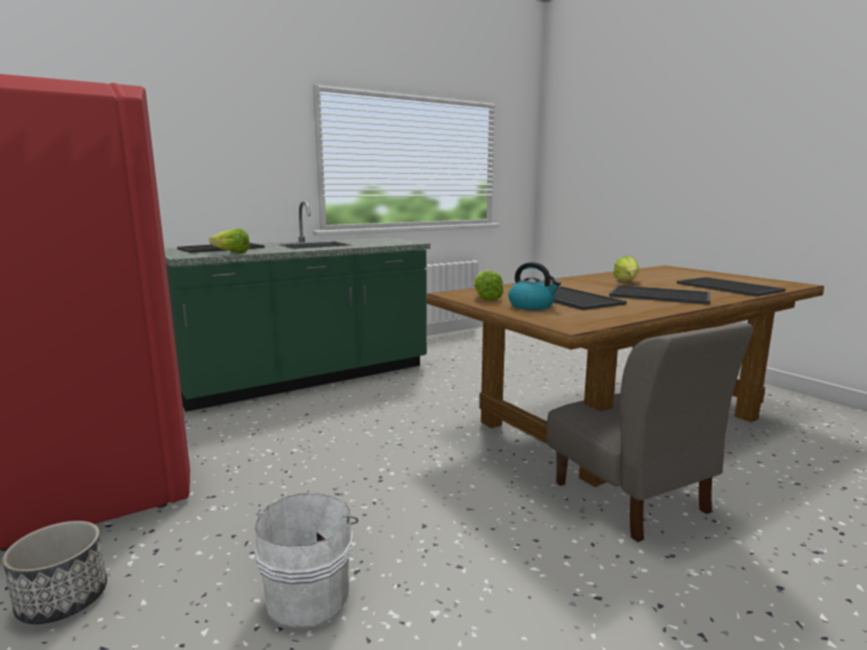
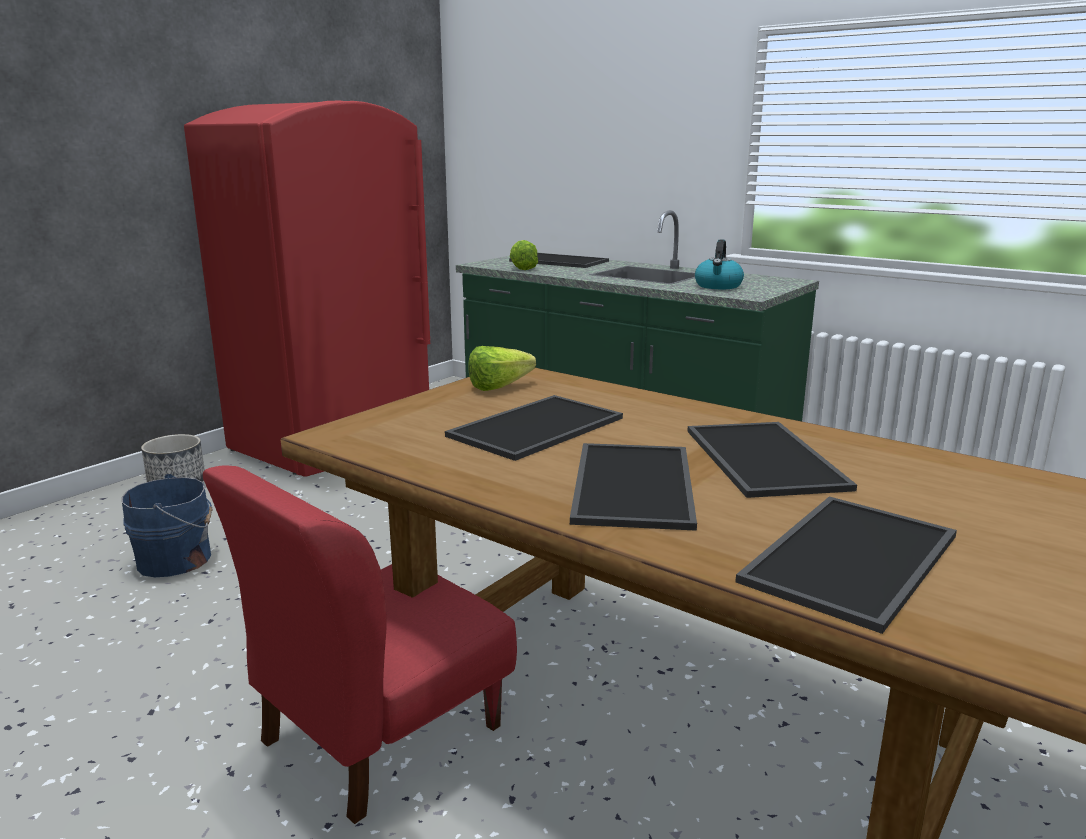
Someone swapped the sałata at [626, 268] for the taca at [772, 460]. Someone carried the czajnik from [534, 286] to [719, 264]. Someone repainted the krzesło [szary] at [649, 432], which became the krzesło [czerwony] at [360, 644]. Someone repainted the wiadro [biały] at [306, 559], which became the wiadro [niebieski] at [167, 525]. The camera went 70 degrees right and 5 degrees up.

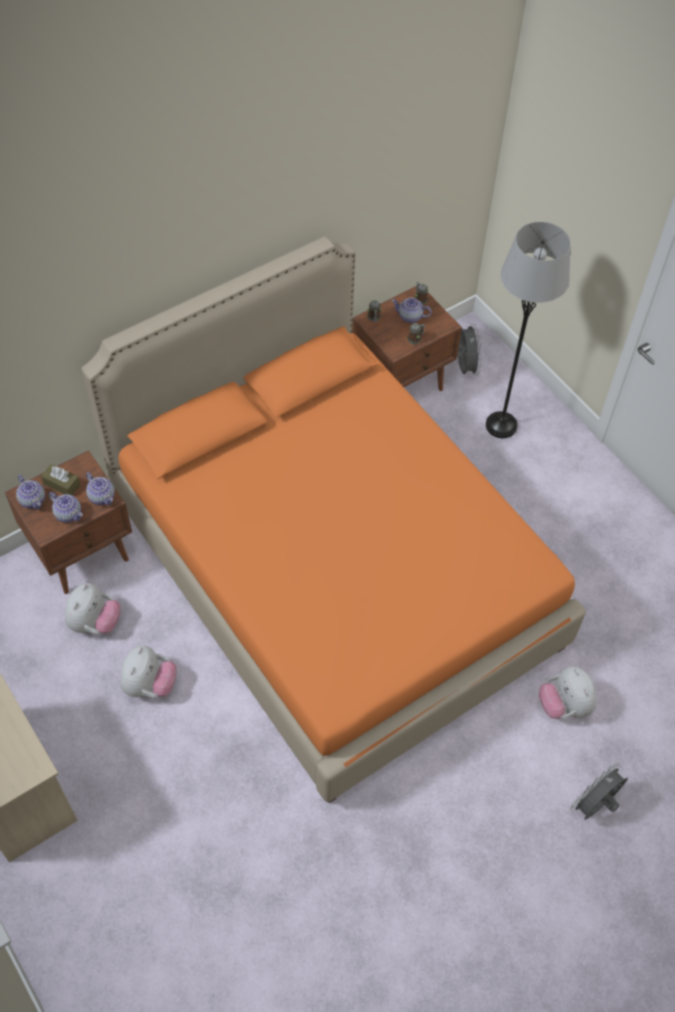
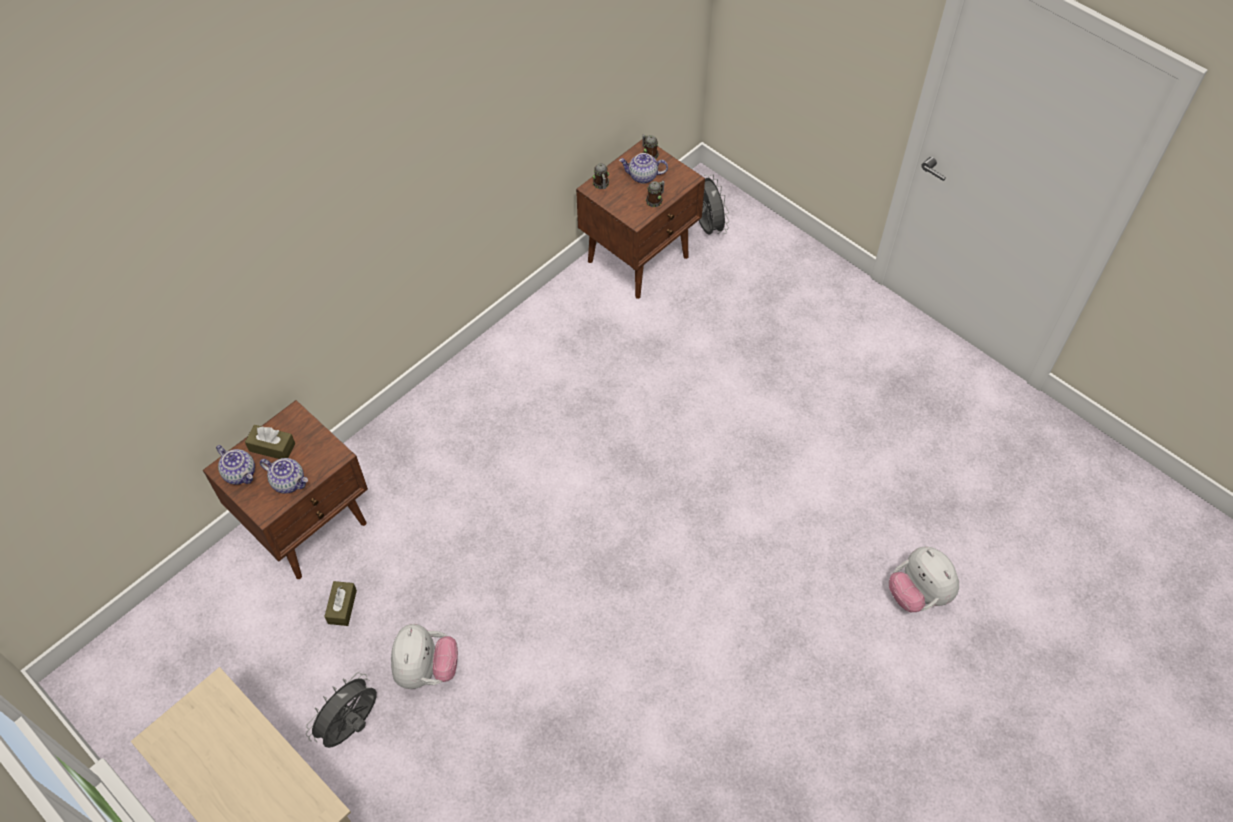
Someone took away the lampa stojąca [szary] at [528, 330]. Someone took away the łóżko [pomarańczowy] at [334, 519]. Someone took away the imbryk at [100, 488]. Someone swapped the pluszak at [93, 608] for the pudełko chusteczek [brązowy] at [340, 603]. Someone carried the wentylator [szary] from [599, 791] to [341, 710]. The camera went 10 degrees left and 0 degrees up.

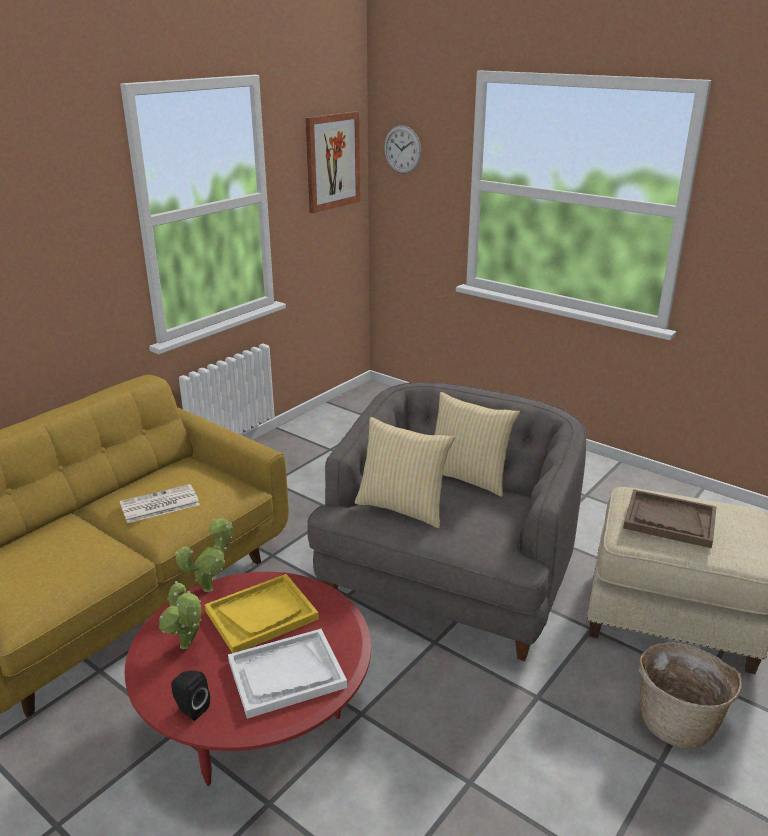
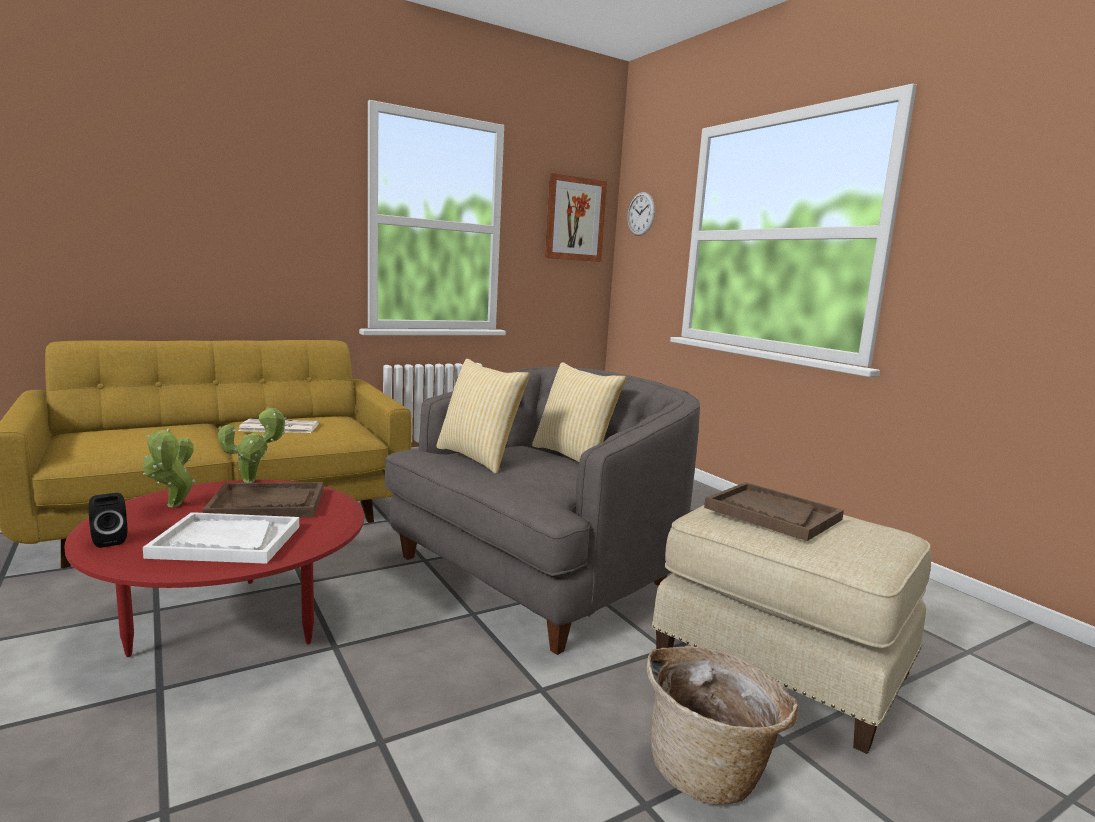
Someone repainted the taca [żółty] at [262, 613], which became the taca [brązowy] at [262, 500]. The camera went 20 degrees right and 15 degrees down.

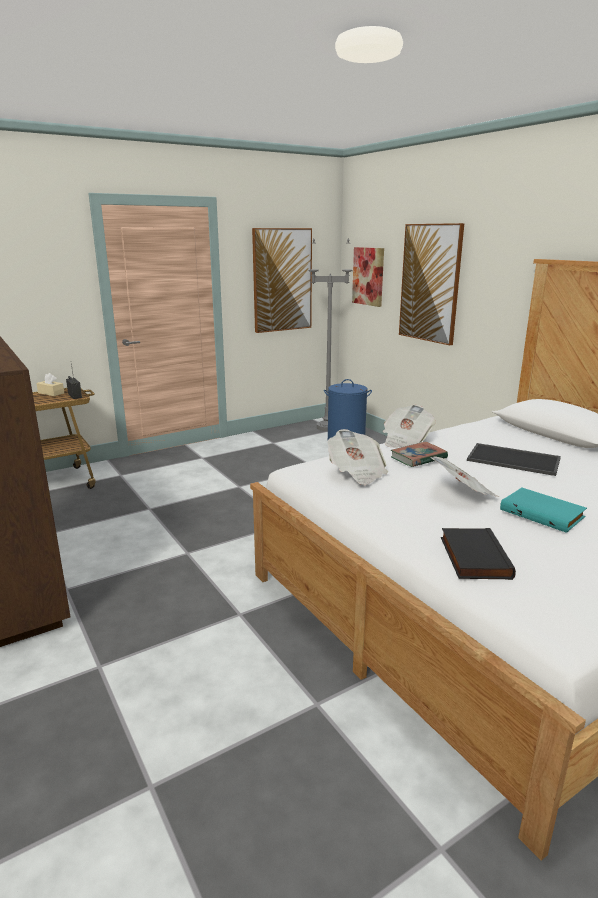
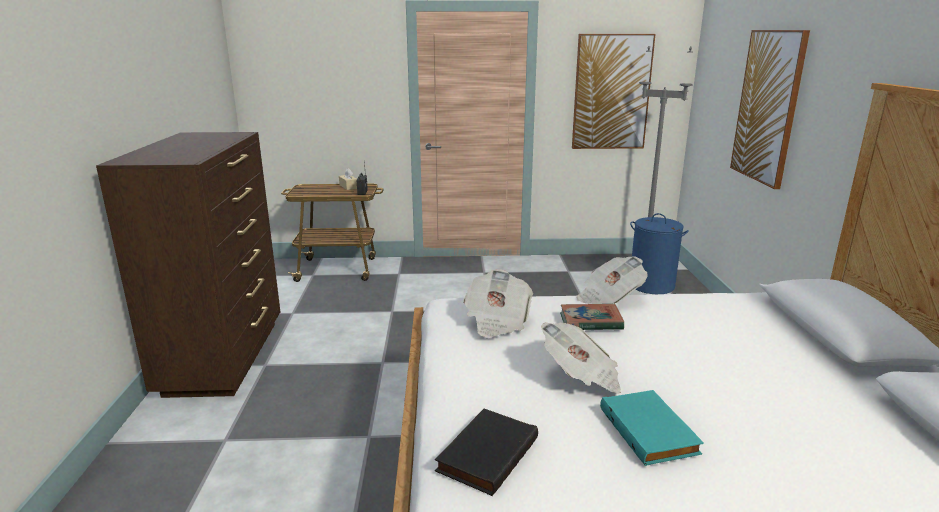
Someone took away the obraz at [368, 277]. Someone took away the taca at [514, 459]. The camera went 30 degrees right and 0 degrees up.

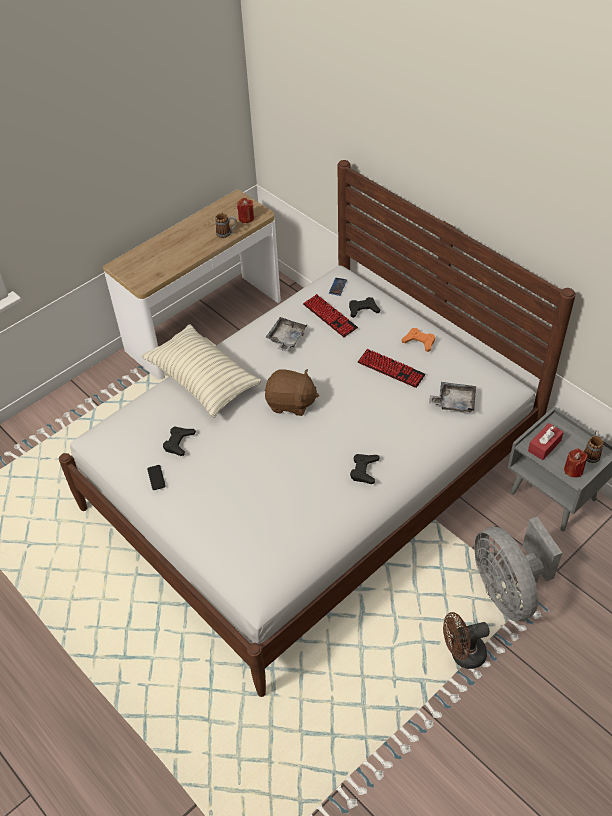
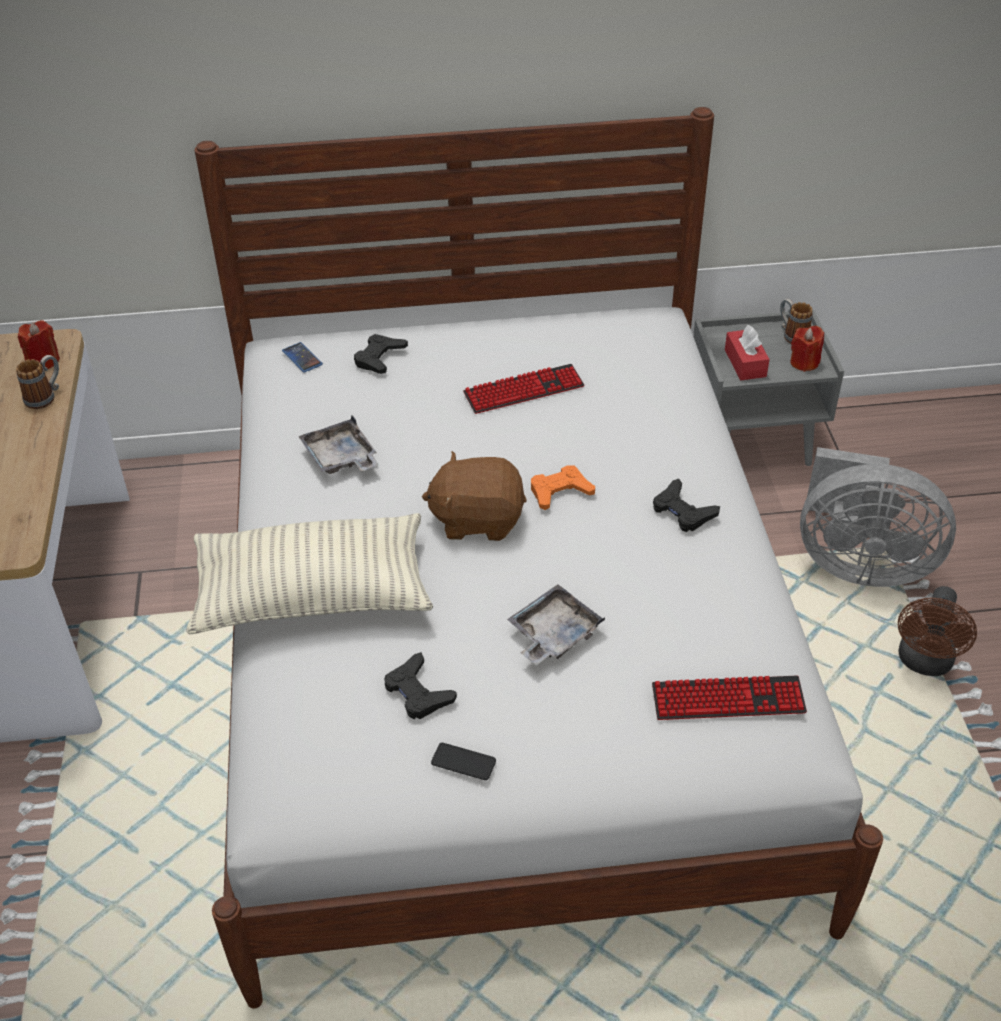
Someone carried the klawiatura from [330, 315] to [729, 698]. Someone carried the pad do gier [pomarańczowy] from [418, 340] to [563, 487]. Someone rotated the pluszak [brązowy] at [292, 392] by 135 degrees counterclockwise. Someone carried the taca [szary] from [452, 397] to [556, 624]. The camera went 55 degrees left and 5 degrees down.

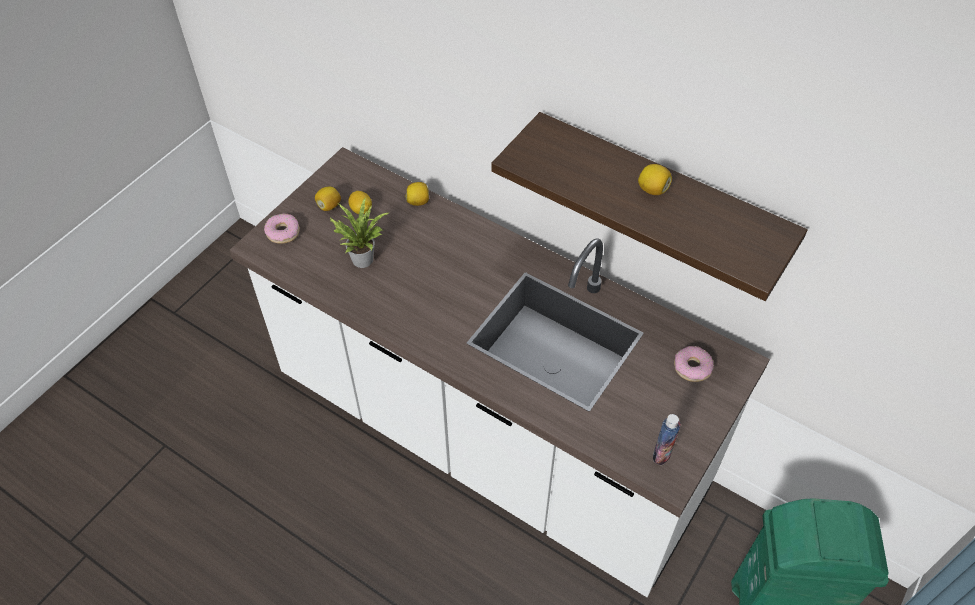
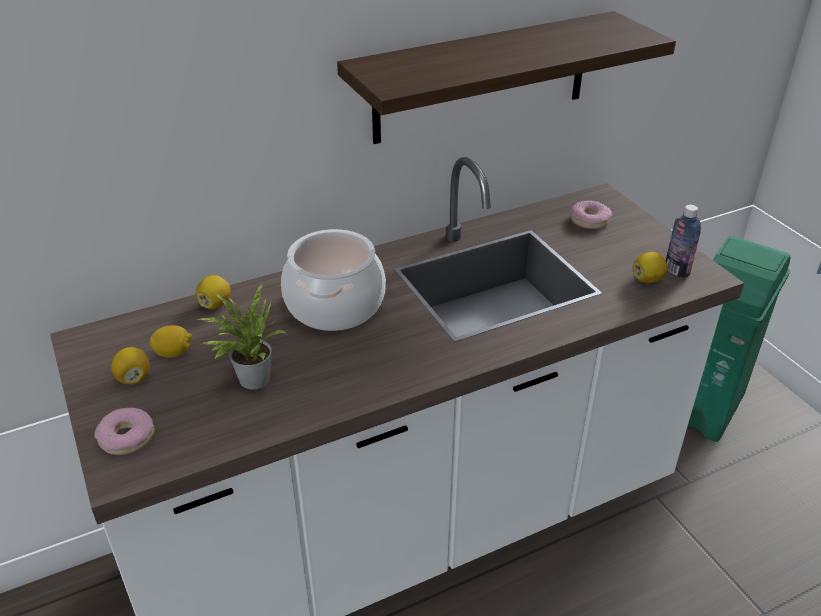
Someone carried the cytryna from [655, 179] to [650, 267]. Someone put down the garnek at [333, 280]. The camera went 60 degrees left and 15 degrees down.

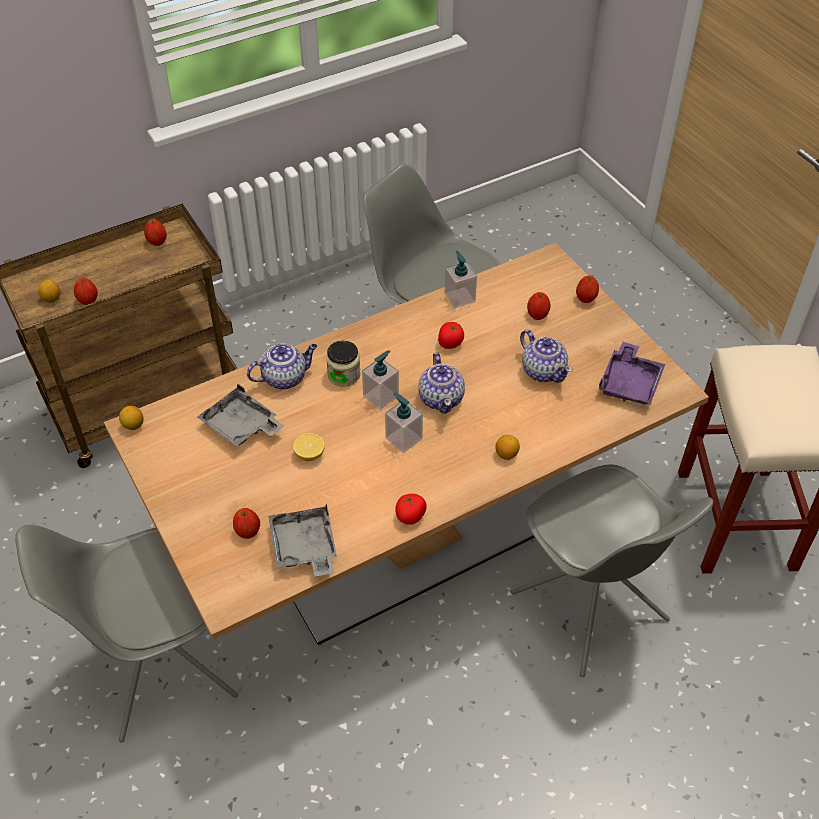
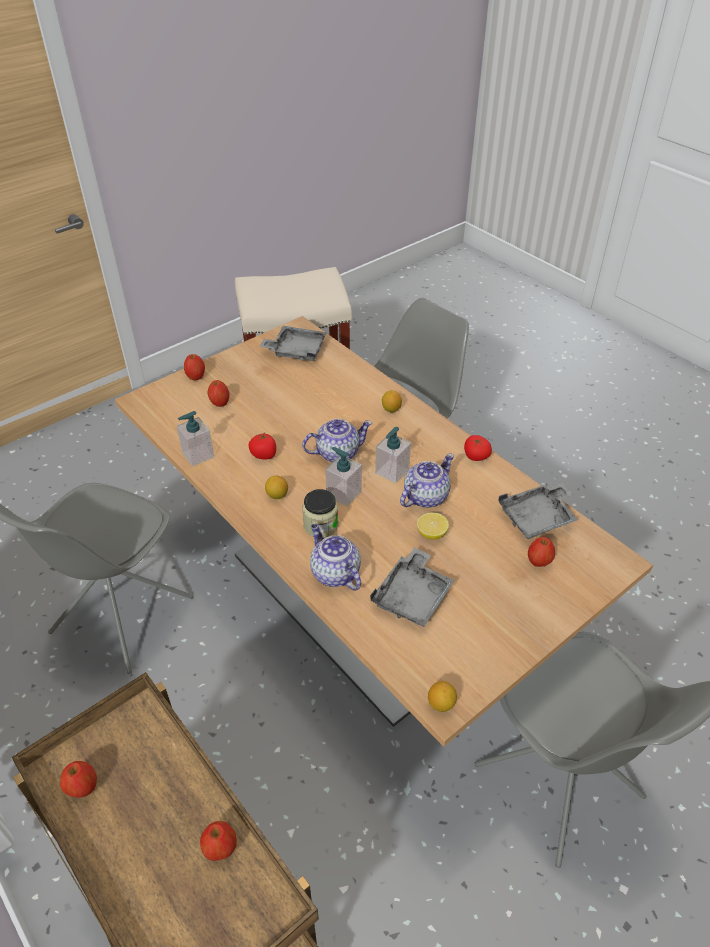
Someone carried the cytryna from [49, 291] to [276, 487]. Someone carried the imbryk from [546, 356] to [427, 481]. Someone repainted the taca [fioletowy] at [632, 373], which became the taca [szary] at [293, 343]. The camera went 100 degrees left and 5 degrees down.

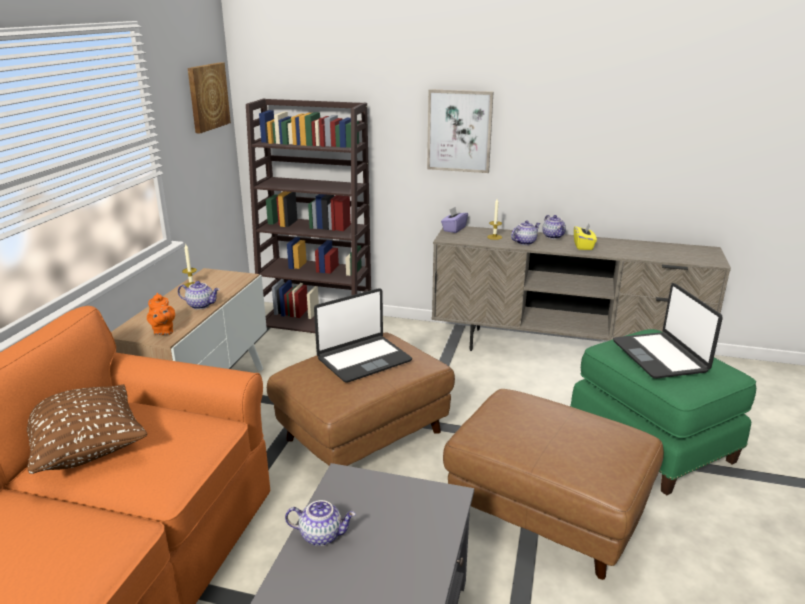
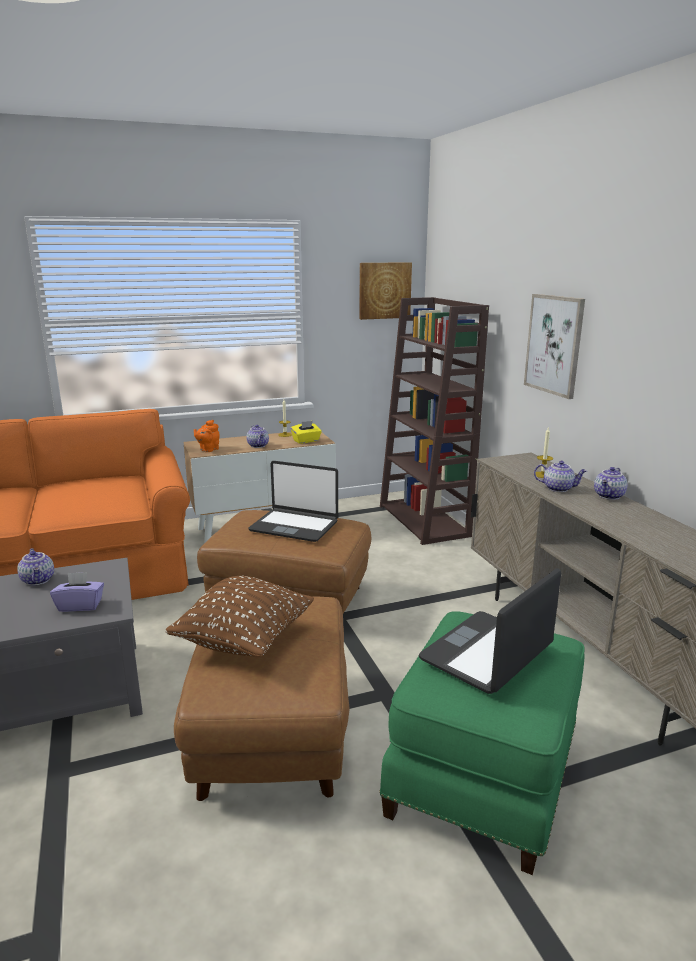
Someone carried the pudełko chusteczek [fioletowy] from [454, 220] to [77, 592]. Someone carried the pudełko chusteczek [żółty] from [585, 236] to [306, 432]. Someone carried the poduszka [brązowy] from [87, 429] to [240, 616]. The camera went 55 degrees right and 5 degrees down.

